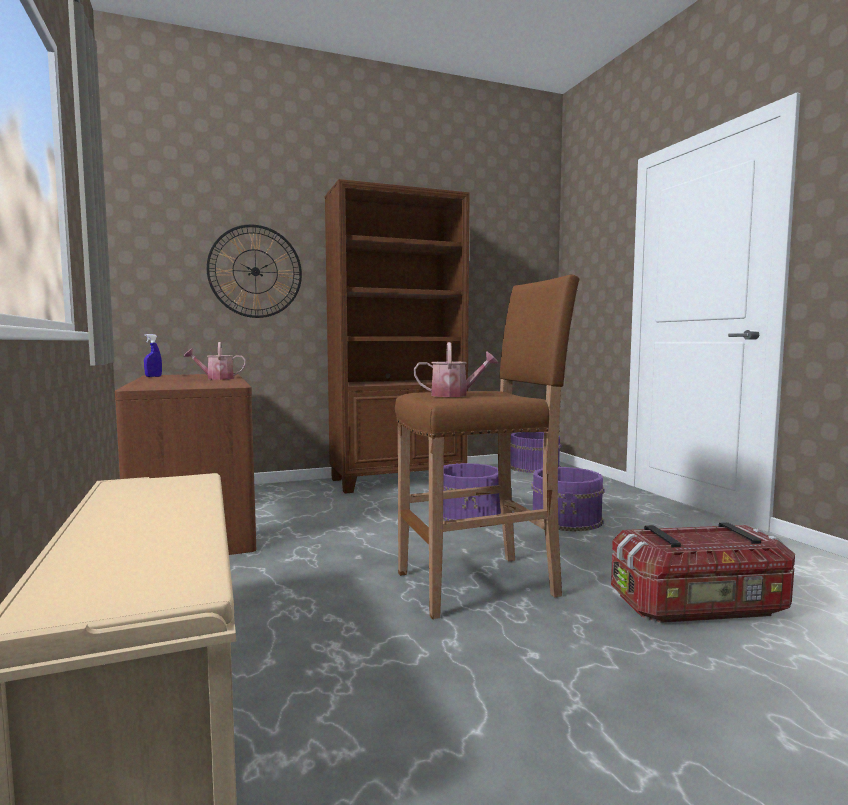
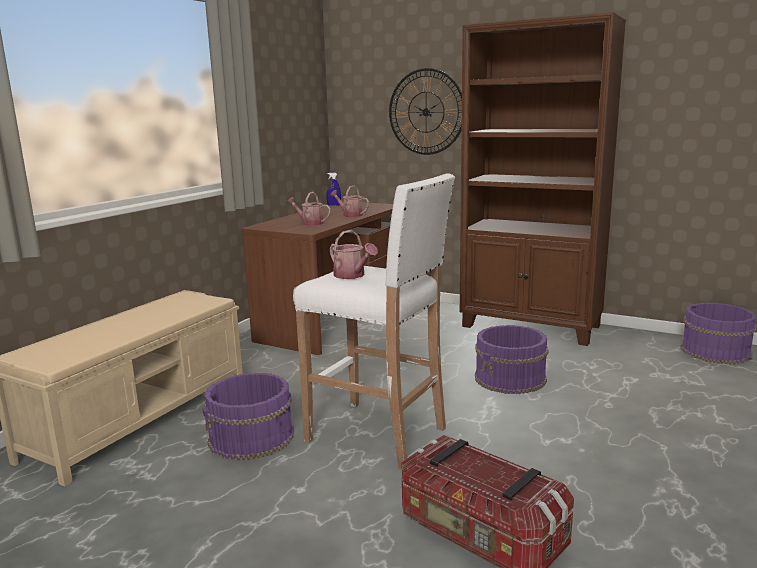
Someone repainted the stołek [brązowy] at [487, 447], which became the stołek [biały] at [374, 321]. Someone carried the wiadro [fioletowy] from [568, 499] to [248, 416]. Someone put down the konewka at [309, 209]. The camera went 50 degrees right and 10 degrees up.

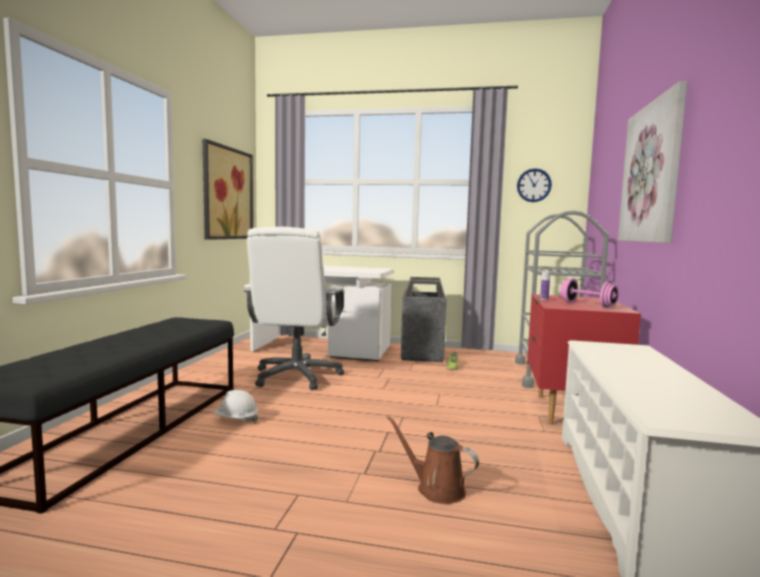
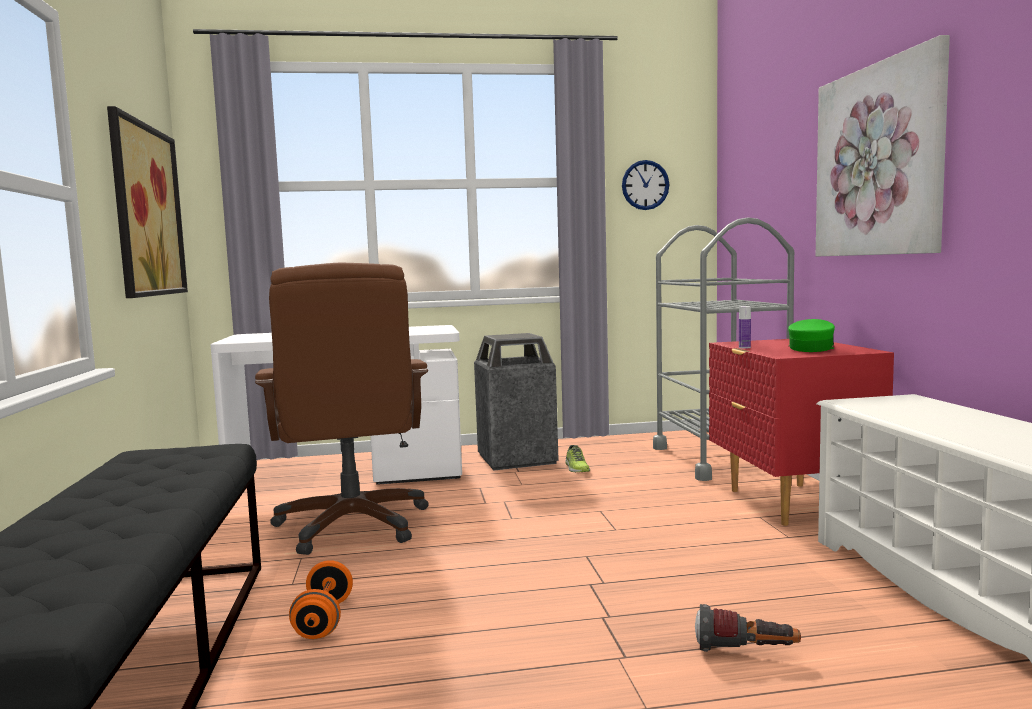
Someone repainted the krzesło biurowe [biały] at [294, 308], which became the krzesło biurowe [brązowy] at [342, 409]. Someone swapped the hantel [różowy] at [589, 293] for the czapka z daszkiem [zielony] at [811, 335]. Someone swapped the kask [biały] at [236, 406] for the hantel [pomarańczowy] at [321, 599]. Someone swapped the konewka [brązowy] at [432, 460] for the latarka at [748, 628]. The camera went 20 degrees left and 0 degrees up.

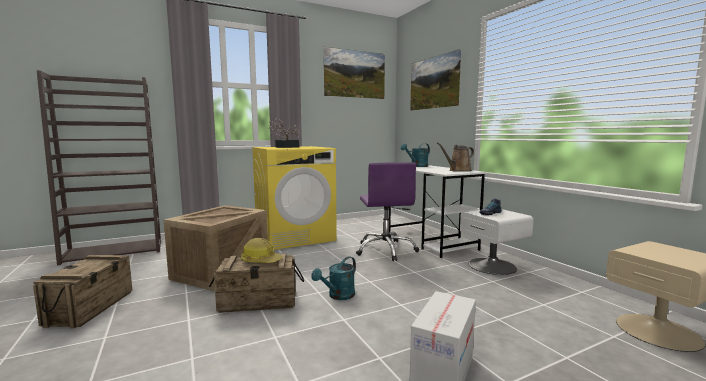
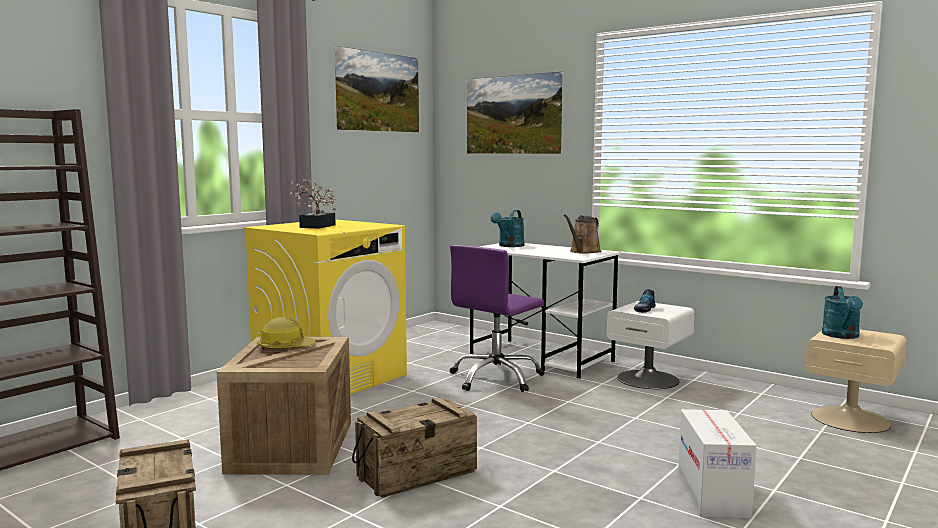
Someone rotated the krzesło biurowe [fioletowy] at [387, 211] by 75 degrees clockwise. Someone carried the kask from [262, 250] to [286, 334]. Someone carried the konewka [turkusowy] from [333, 278] to [842, 312]. The camera went 25 degrees left and 0 degrees up.

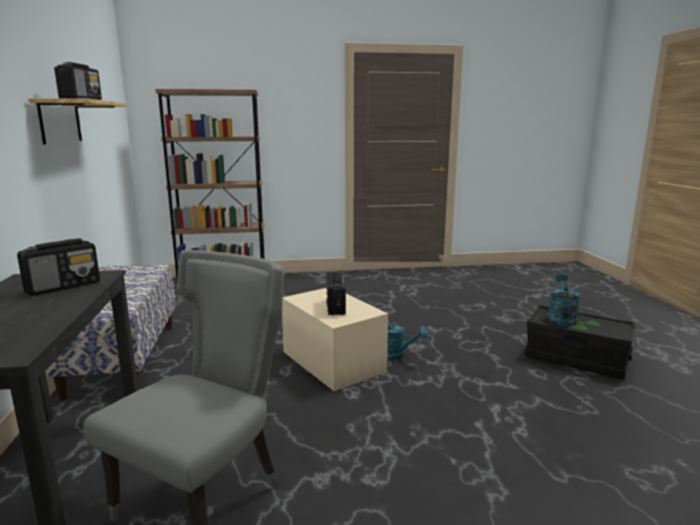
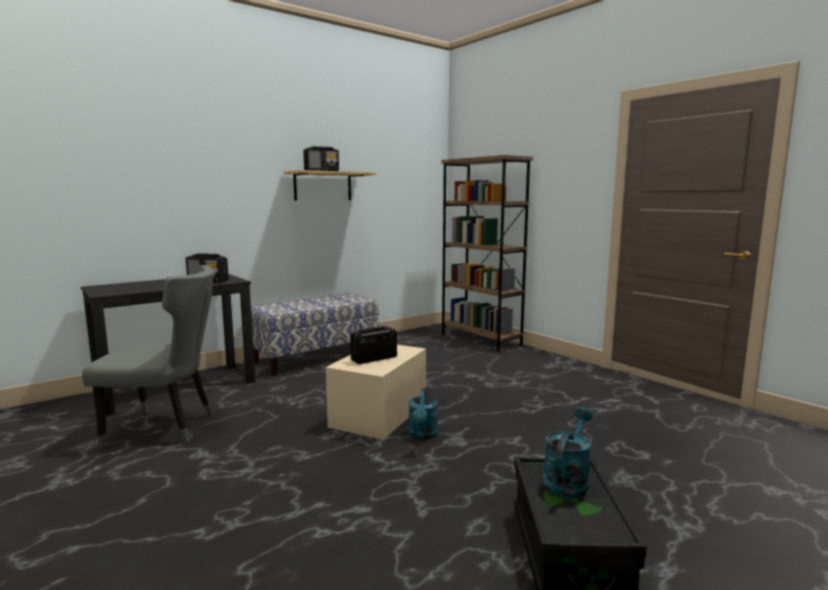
Someone rotated the konewka [turkusowy] at [564, 299] by 45 degrees counterclockwise. The camera went 60 degrees right and 5 degrees down.

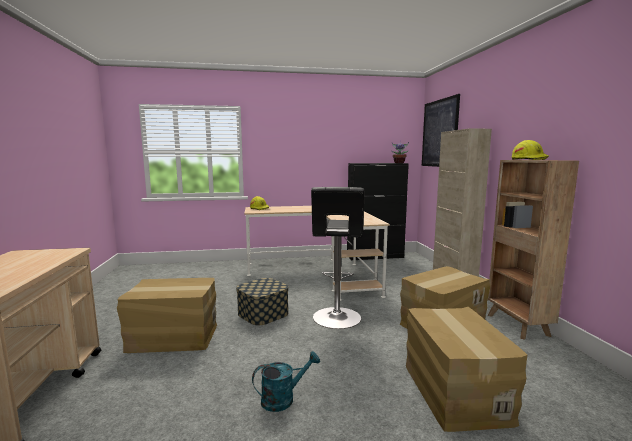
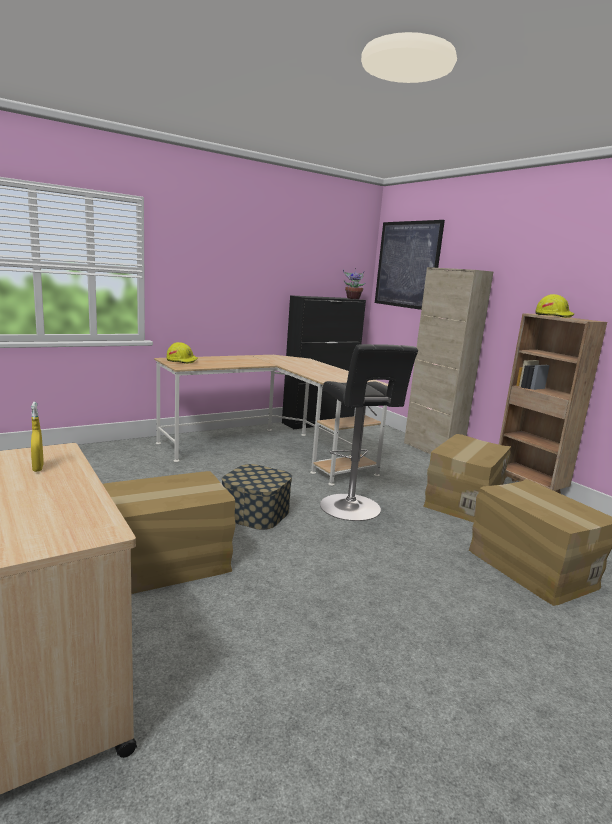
Someone took away the konewka [turkusowy] at [286, 381]. Someone put down the spryskiwacz [żółty] at [37, 437]. The camera went 25 degrees left and 5 degrees up.

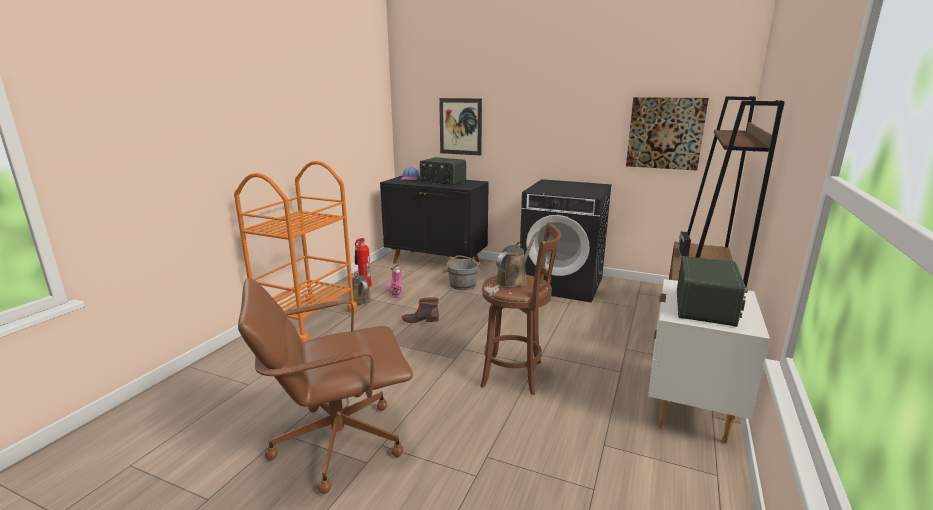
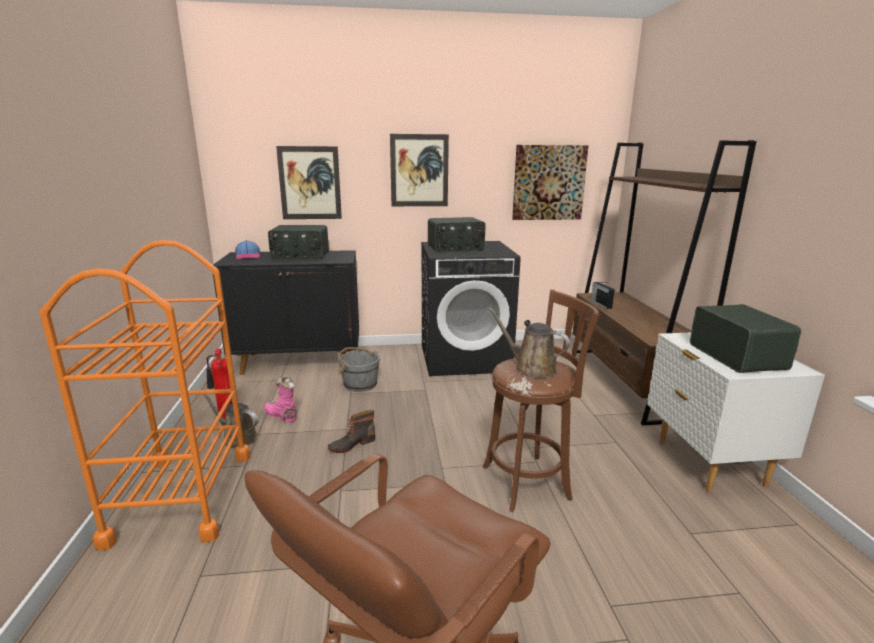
Someone rotated the konewka [brązowy] at [516, 259] by 60 degrees counterclockwise. Someone put up the obraz at [419, 170]. Someone put down the radio at [457, 234]. The camera went 30 degrees left and 0 degrees up.

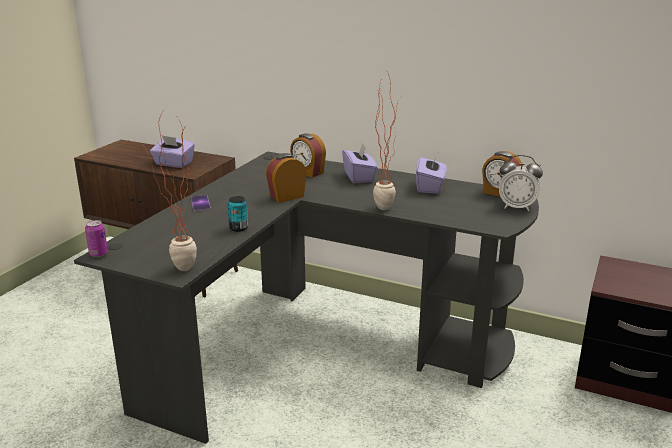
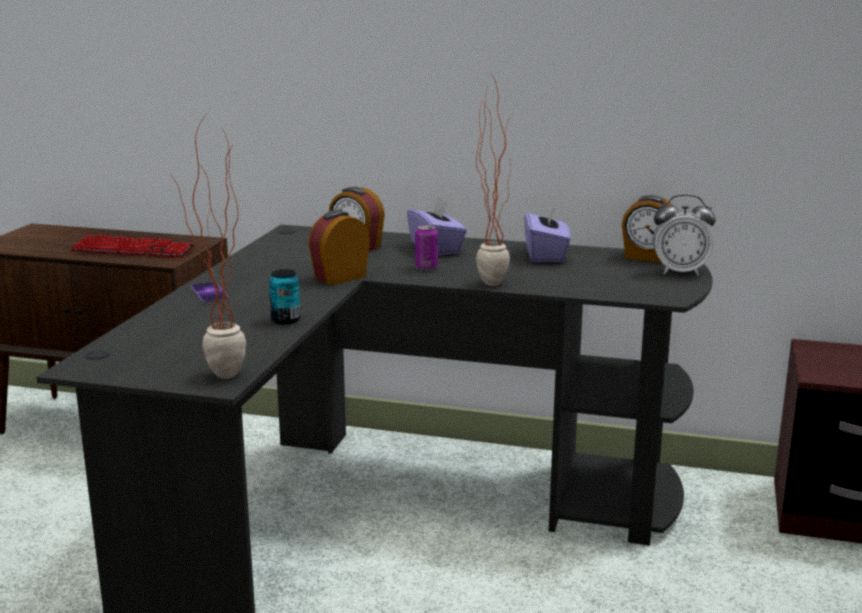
Someone swapped the pudełko chusteczek [fioletowy] at [172, 151] for the klawiatura at [133, 246]. Someone carried the puszka from [96, 238] to [426, 247]. The camera went 10 degrees left and 5 degrees down.

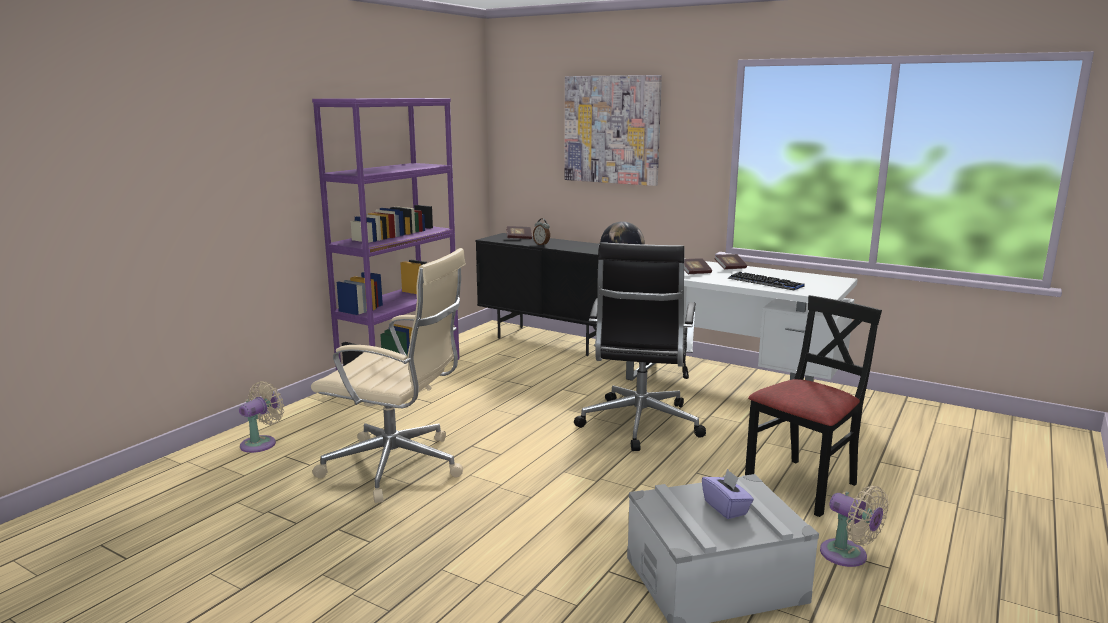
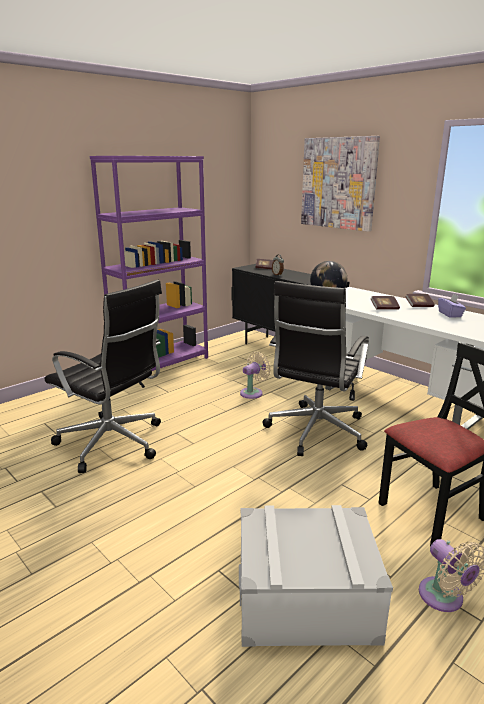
Someone repainted the krzesło biurowe [beżowy] at [388, 375], which became the krzesło biurowe [czarny] at [103, 376]. Someone took away the klawiatura at [766, 281]. Someone carried the wentylator [beżowy] from [261, 417] to [255, 375]. Someone carried the pudełko chusteczek [fioletowy] from [728, 494] to [452, 305]. The camera went 15 degrees right and 5 degrees up.

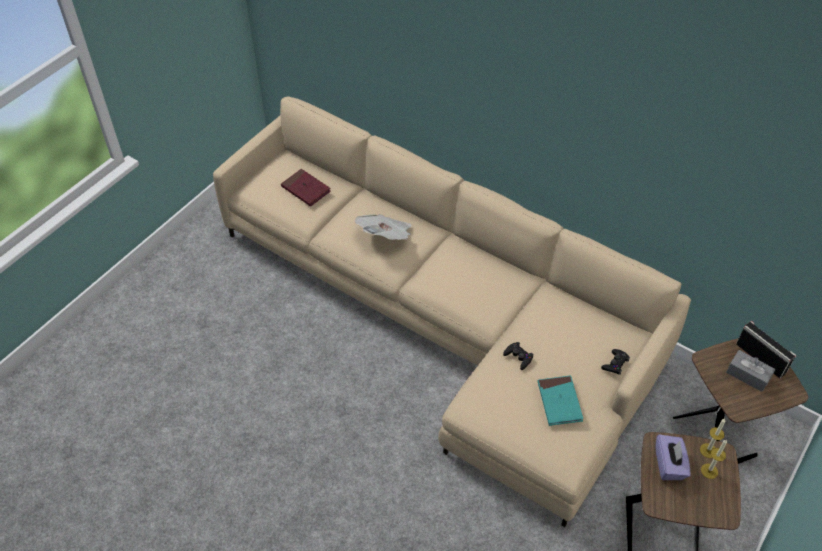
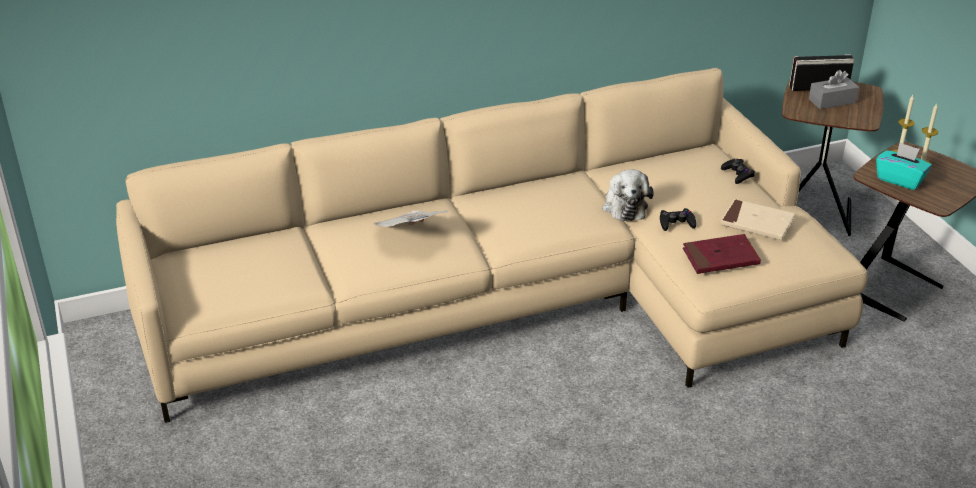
Someone carried the książka [czerwony] from [306, 188] to [722, 254]. Someone repainted the książka [turkusowy] at [560, 400], which became the książka [beżowy] at [757, 219]. Someone repainted the pudełko chusteczek [fioletowy] at [673, 457], which became the pudełko chusteczek [turkusowy] at [904, 166]. Someone put down the pluszak at [628, 195]. The camera went 55 degrees left and 15 degrees down.

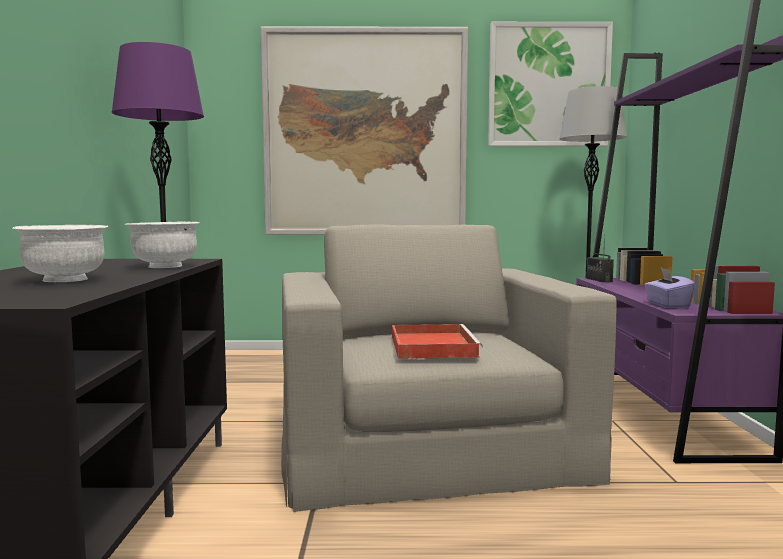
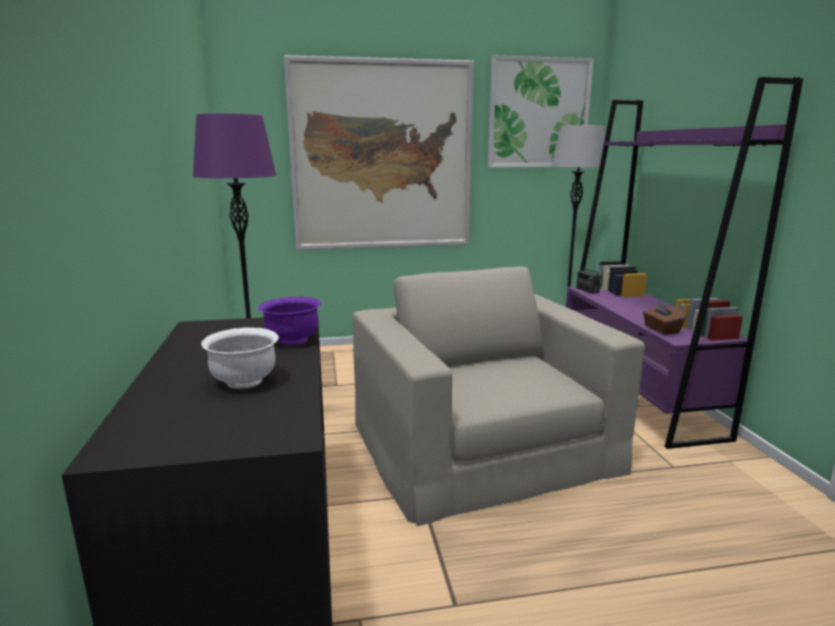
Someone repainted the miska [biały] at [162, 244], which became the miska [fioletowy] at [289, 321]. Someone repainted the pudełko chusteczek [fioletowy] at [670, 288], which became the pudełko chusteczek [brązowy] at [664, 318]. Someone took away the taca [czerwony] at [437, 341]. The camera went 10 degrees left and 10 degrees up.

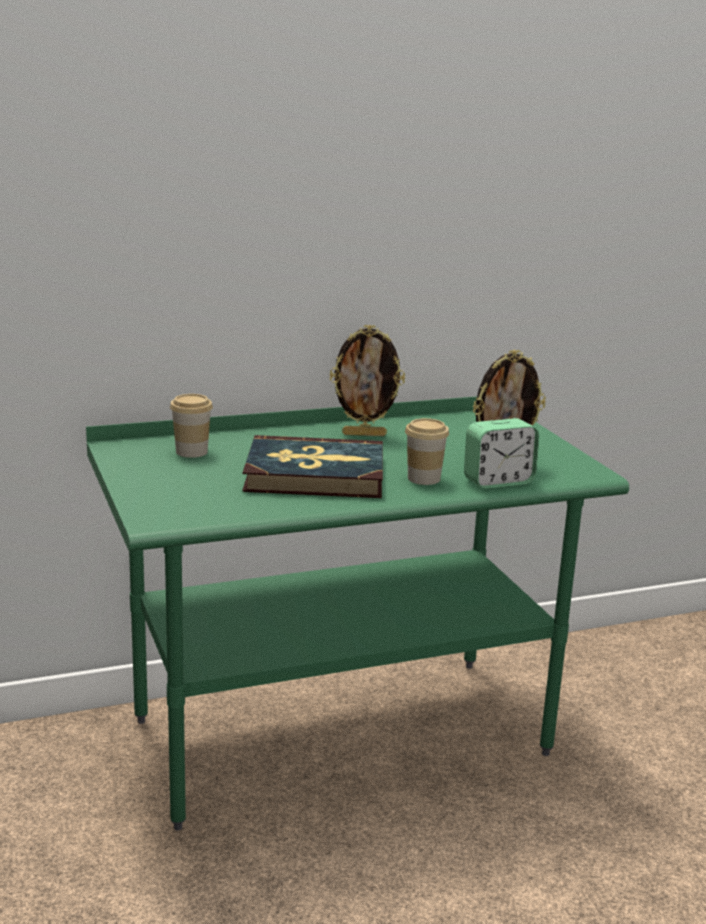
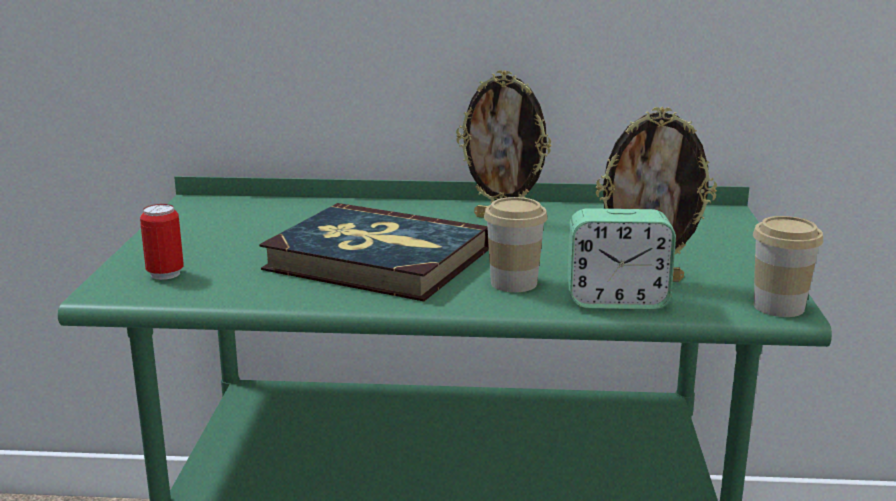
Someone carried the filiżanka from [191, 426] to [788, 266]. Someone put down the puszka at [162, 242]. The camera went 25 degrees right and 0 degrees up.

